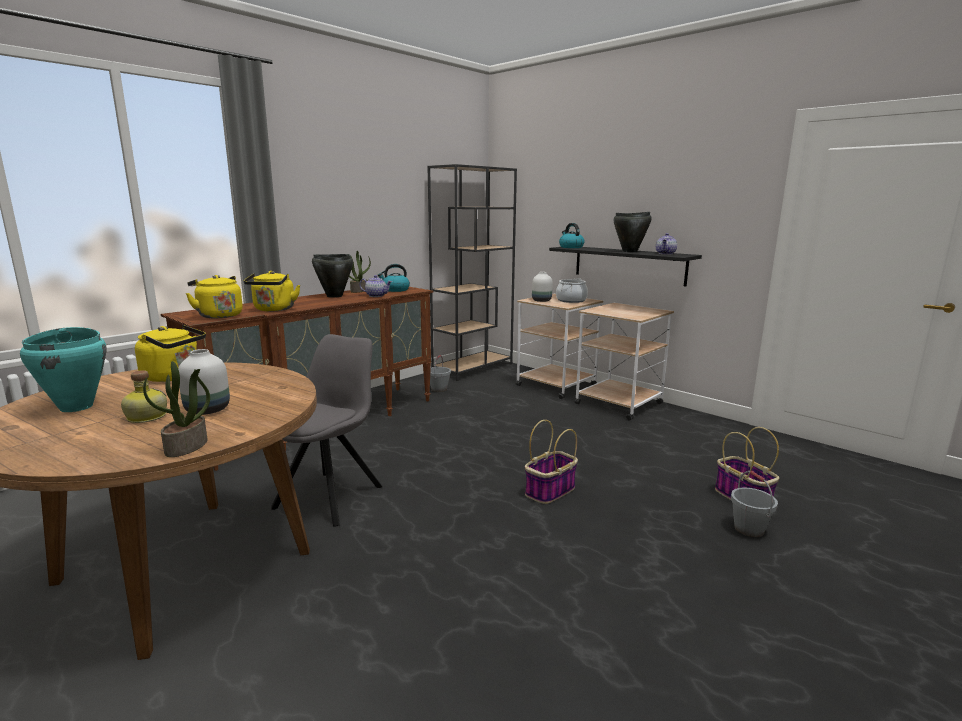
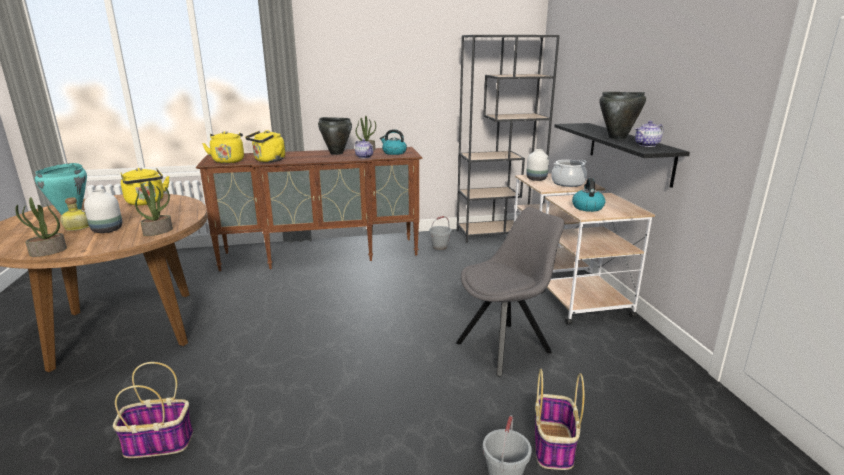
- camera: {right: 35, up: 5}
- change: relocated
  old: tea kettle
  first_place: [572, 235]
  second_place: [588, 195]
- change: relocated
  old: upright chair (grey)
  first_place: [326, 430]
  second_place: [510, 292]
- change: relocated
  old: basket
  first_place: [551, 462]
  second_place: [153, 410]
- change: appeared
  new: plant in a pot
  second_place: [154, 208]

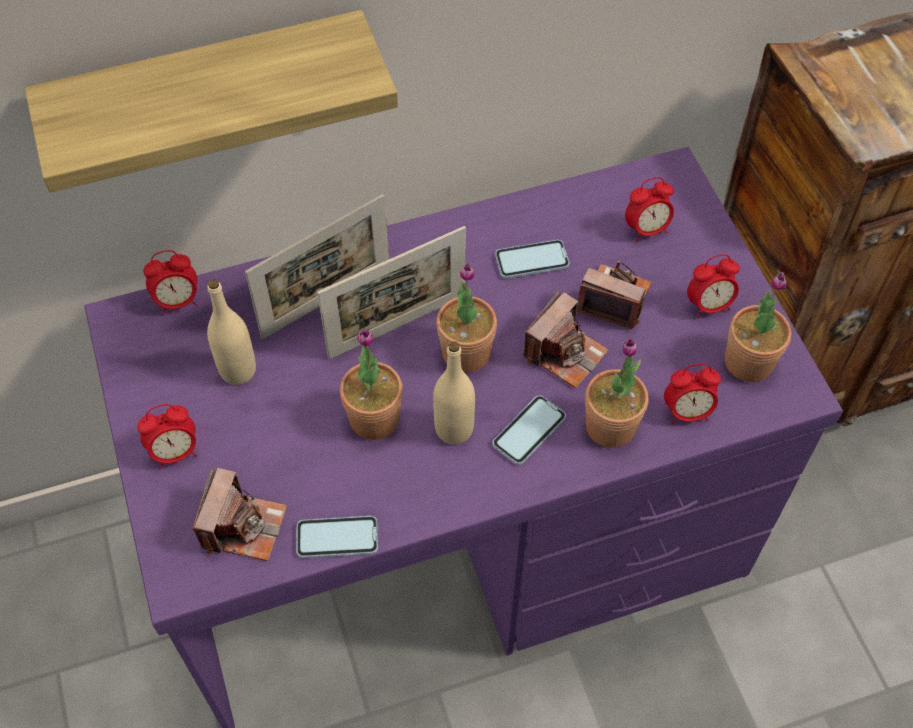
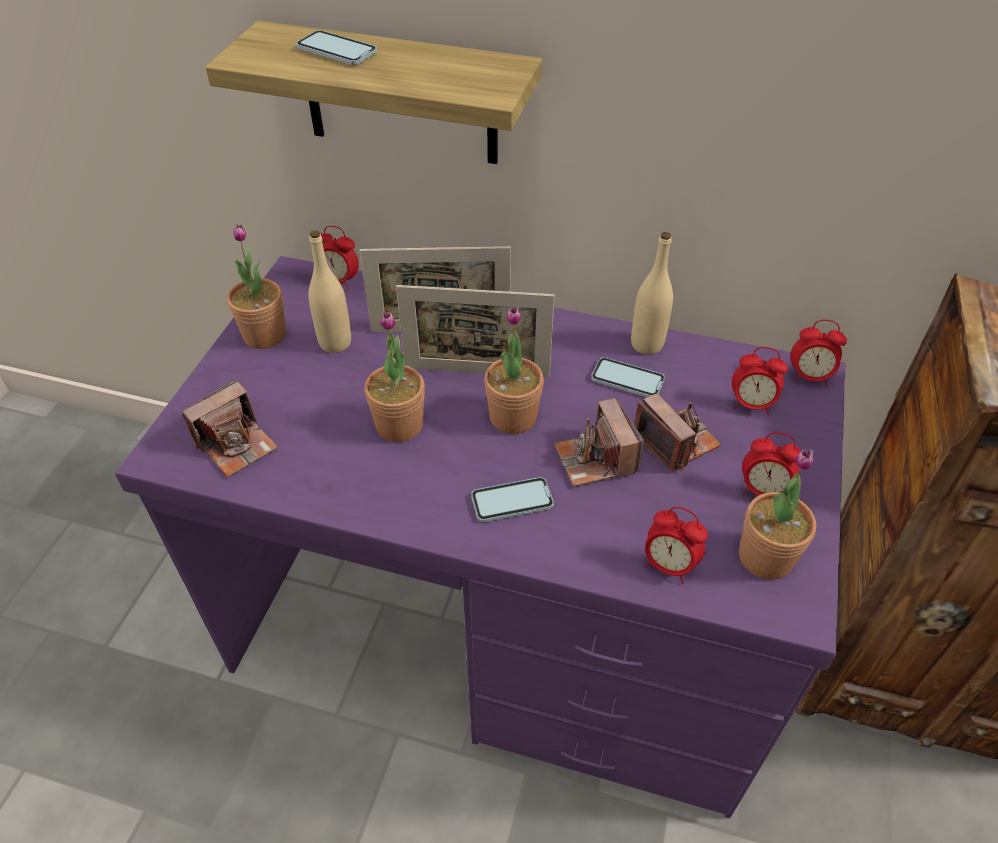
- camera: {right: 35, up: -10}
- change: spun
  old: photo camera
  first_place: [566, 339]
  second_place: [599, 442]
  degrees: 90
- change: relocated
  old: plant in a pot
  first_place: [616, 393]
  second_place: [256, 286]
- change: relocated
  old: bottle (beige)
  first_place: [454, 393]
  second_place: [652, 293]
- change: relocated
  old: alarm clock
  first_place: [167, 436]
  second_place: [818, 353]
- change: relocated
  old: phone
  first_place: [337, 537]
  second_place: [336, 47]

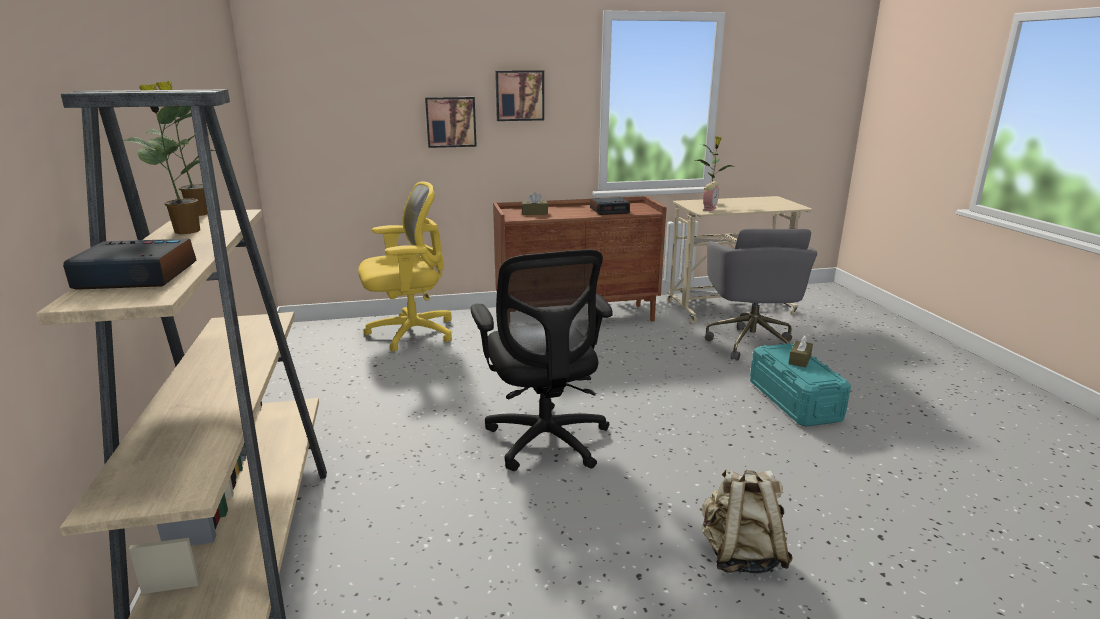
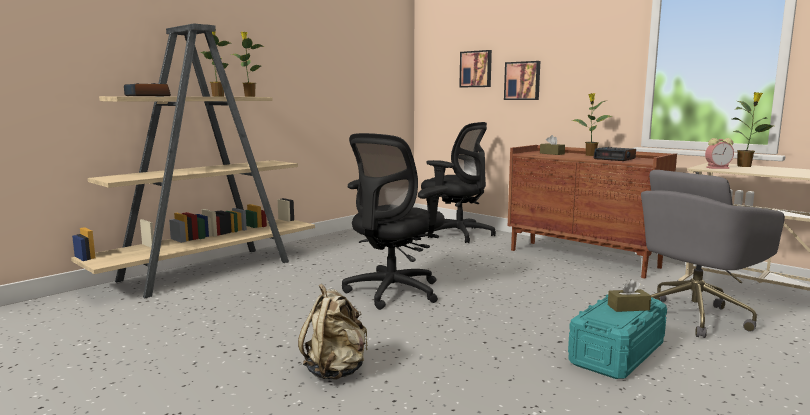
- camera: {right: 55, up: -10}
- change: relocated
  old: picture
  first_place: [519, 95]
  second_place: [475, 68]
- change: colour
  old: computer chair (yellowish)
  new: computer chair (blackish)
  first_place: [405, 266]
  second_place: [458, 182]
- change: appeared
  new: plant in a pot
  second_place: [592, 124]

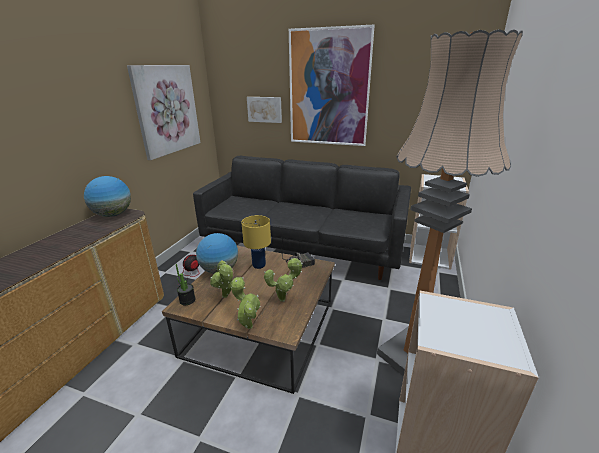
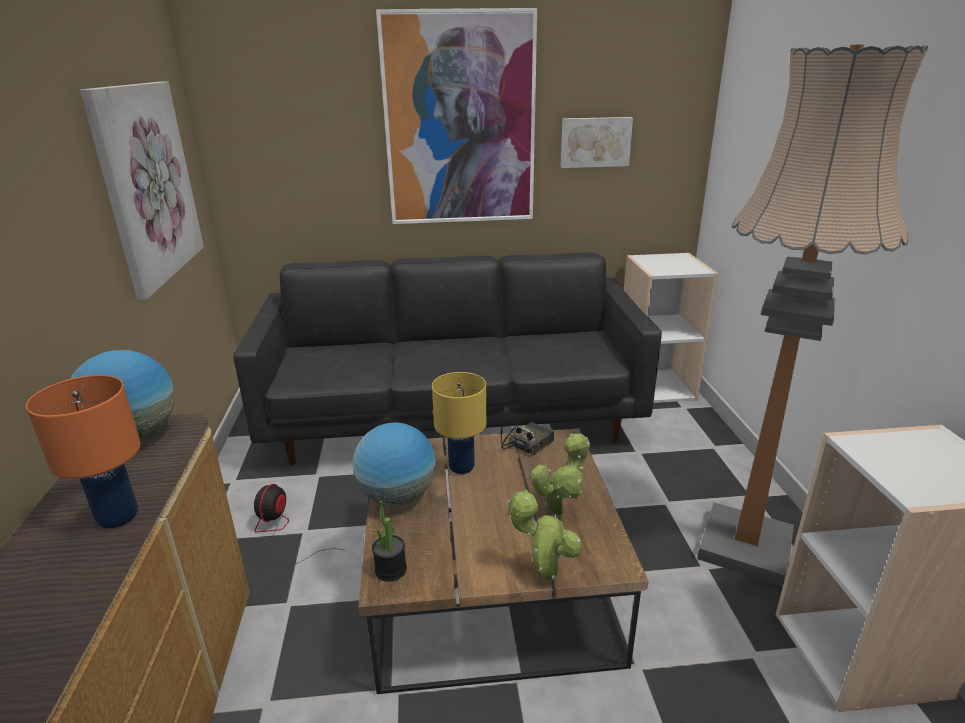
- camera: {right: -25, up: 0}
- change: relocated
  old: picture
  first_place: [264, 110]
  second_place: [597, 142]
- change: missing
  old: plant in a pot
  first_place: [221, 279]
- change: appeared
  new: tabletop lamp (orange-coloured)
  second_place: [83, 452]

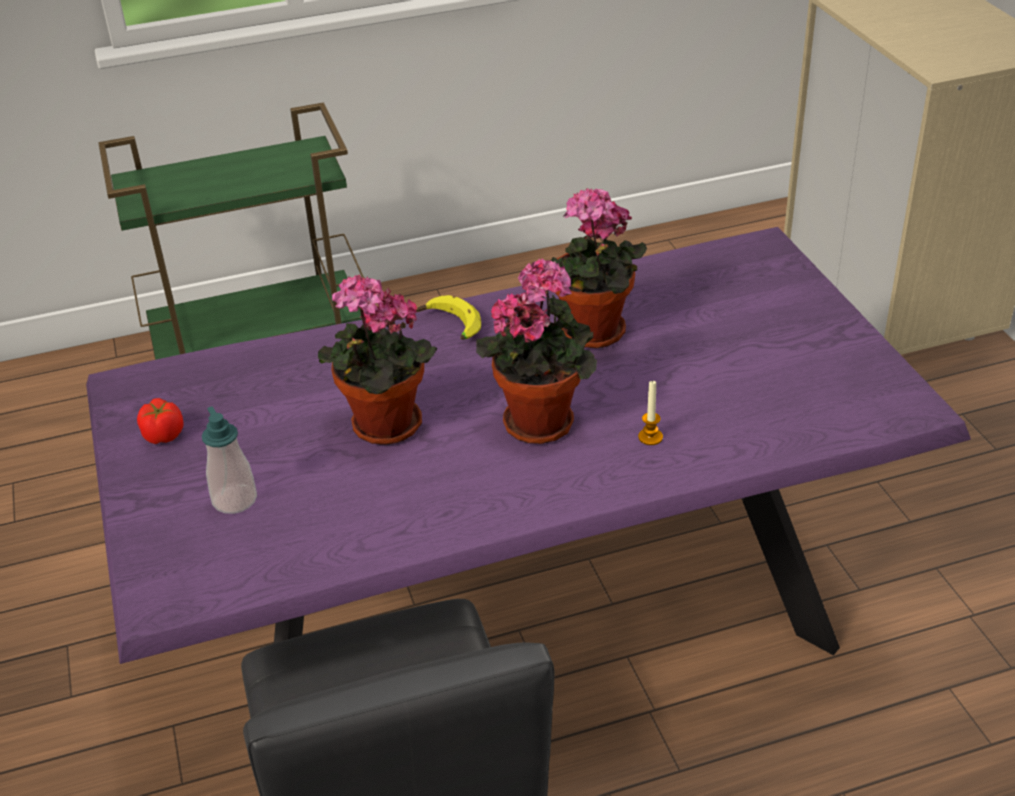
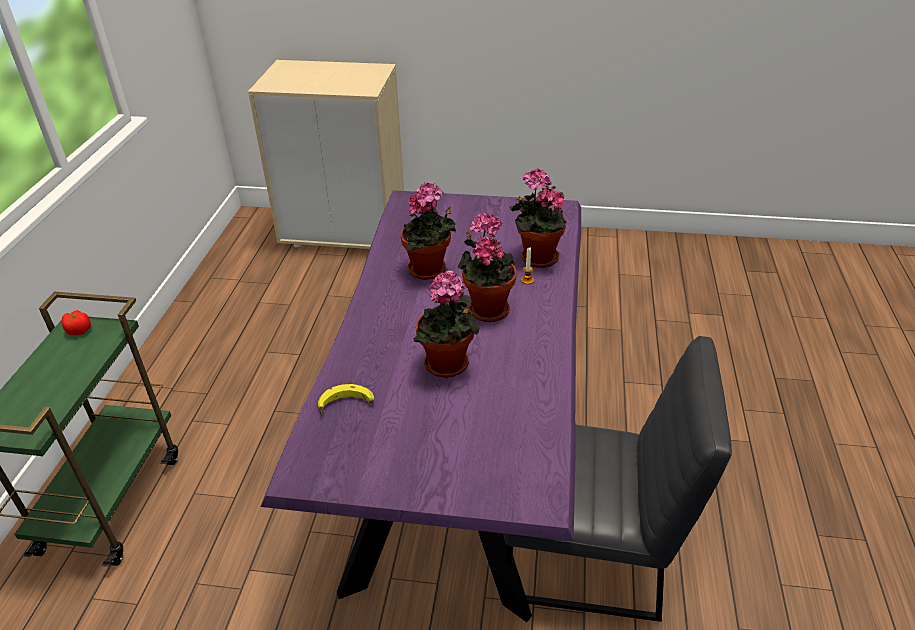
- camera: {right: -65, up: 0}
- change: relocated
  old: banana fruit
  first_place: [448, 317]
  second_place: [346, 400]
- change: relocated
  old: fresh tomato
  first_place: [160, 421]
  second_place: [76, 323]
- change: missing
  old: soap bottle
  first_place: [229, 460]
- change: appeared
  new: plant in a pot
  second_place: [538, 218]

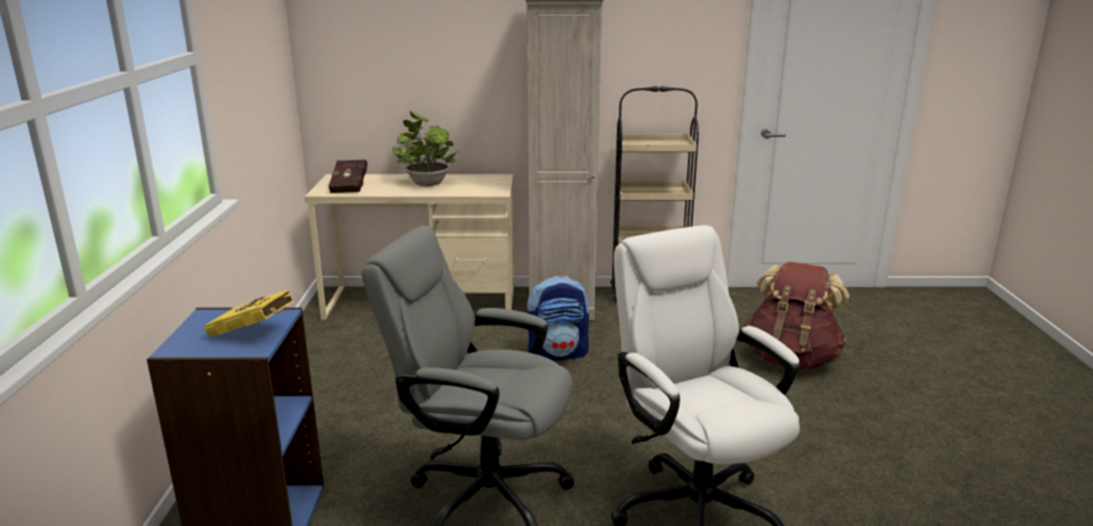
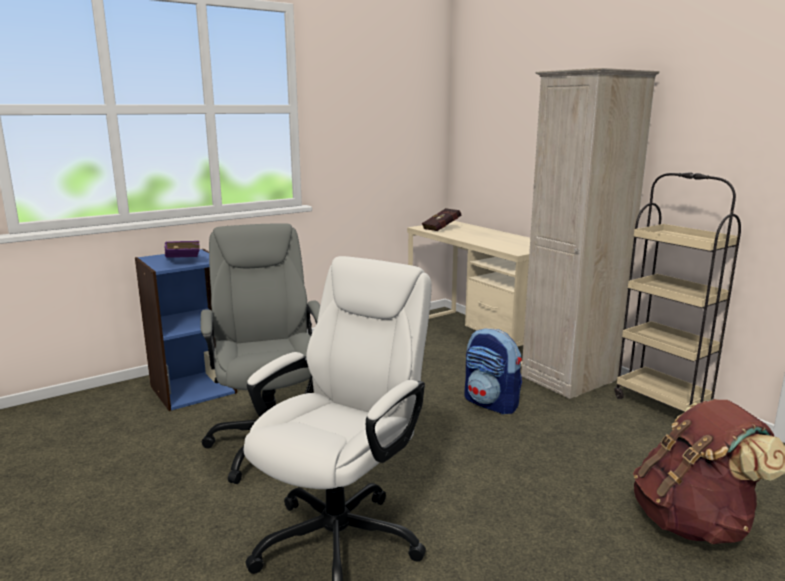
- camera: {right: 55, up: -5}
- change: missing
  old: plant in a pot
  first_place: [425, 148]
- change: colour
  old: book (yellowish)
  new: book (purple)
  first_place: [248, 313]
  second_place: [182, 249]

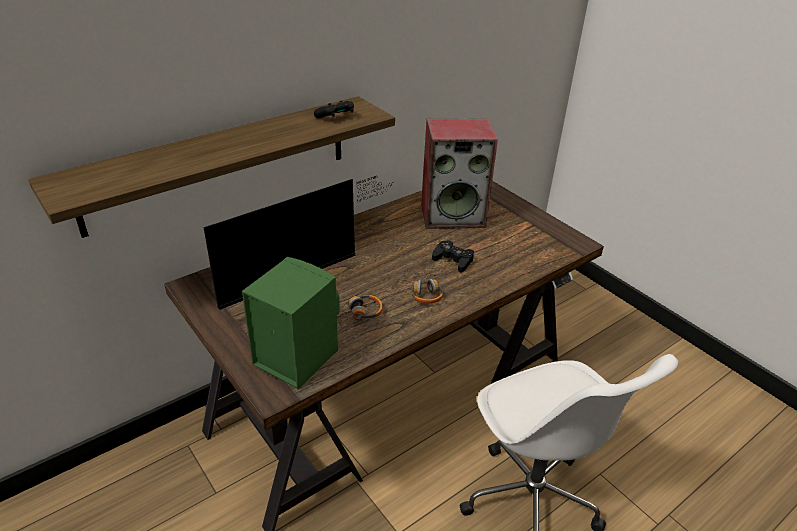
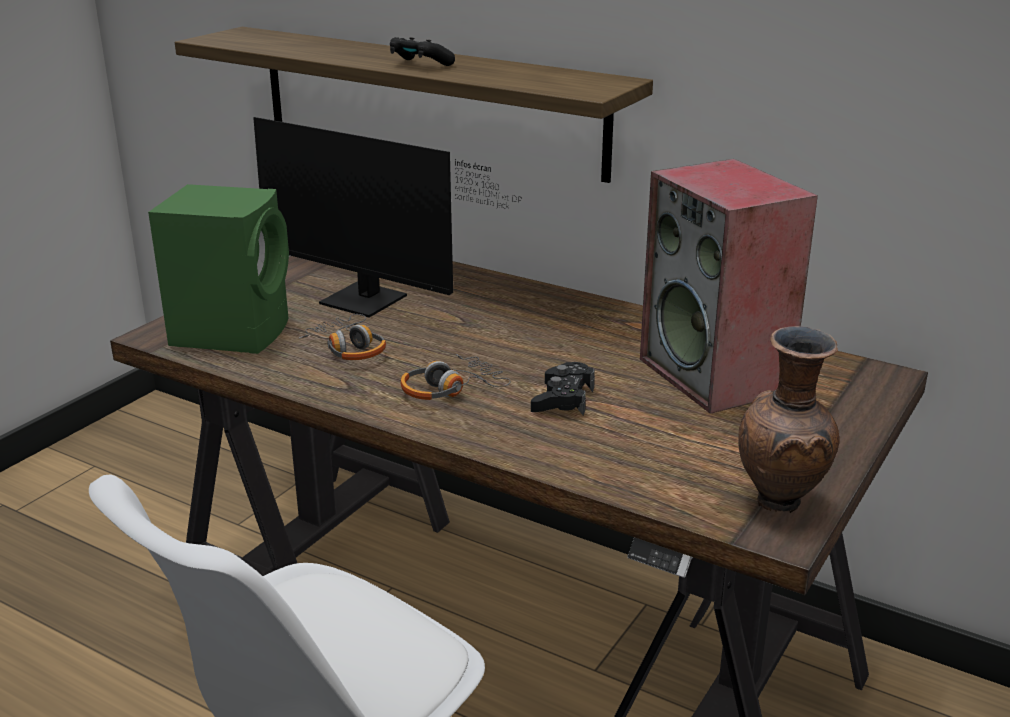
- camera: {right: 70, up: -10}
- change: relocated
  old: joypad (blackish)
  first_place: [334, 109]
  second_place: [422, 51]
- change: appeared
  new: vase (brownish)
  second_place: [788, 419]

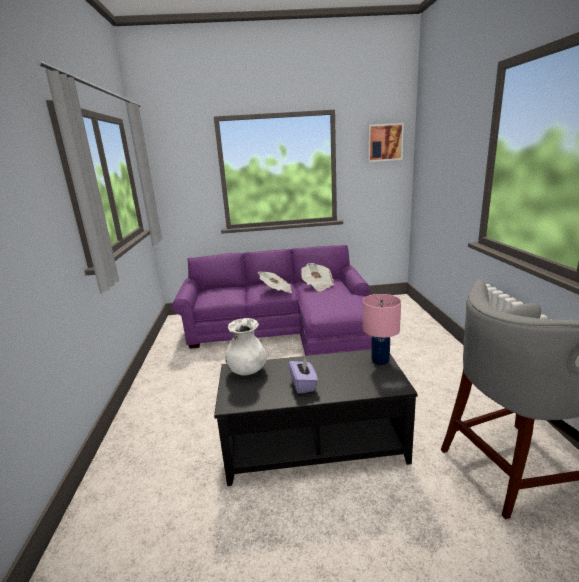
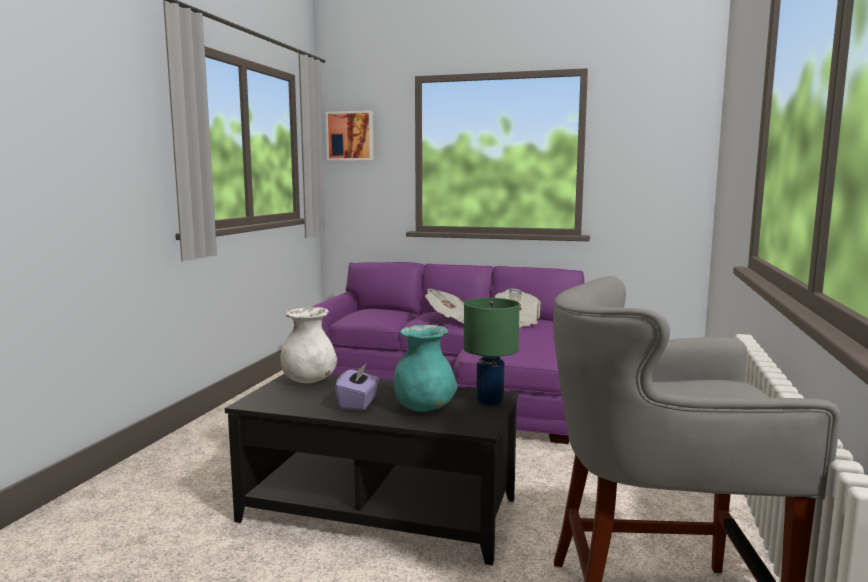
- camera: {right: 20, up: -10}
- change: relocated
  old: picture
  first_place: [385, 142]
  second_place: [350, 135]
- change: colour
  old: tabletop lamp (pink-coloured)
  new: tabletop lamp (green-coloured)
  first_place: [382, 329]
  second_place: [492, 352]
- change: appeared
  new: vase (turquoise)
  second_place: [426, 368]

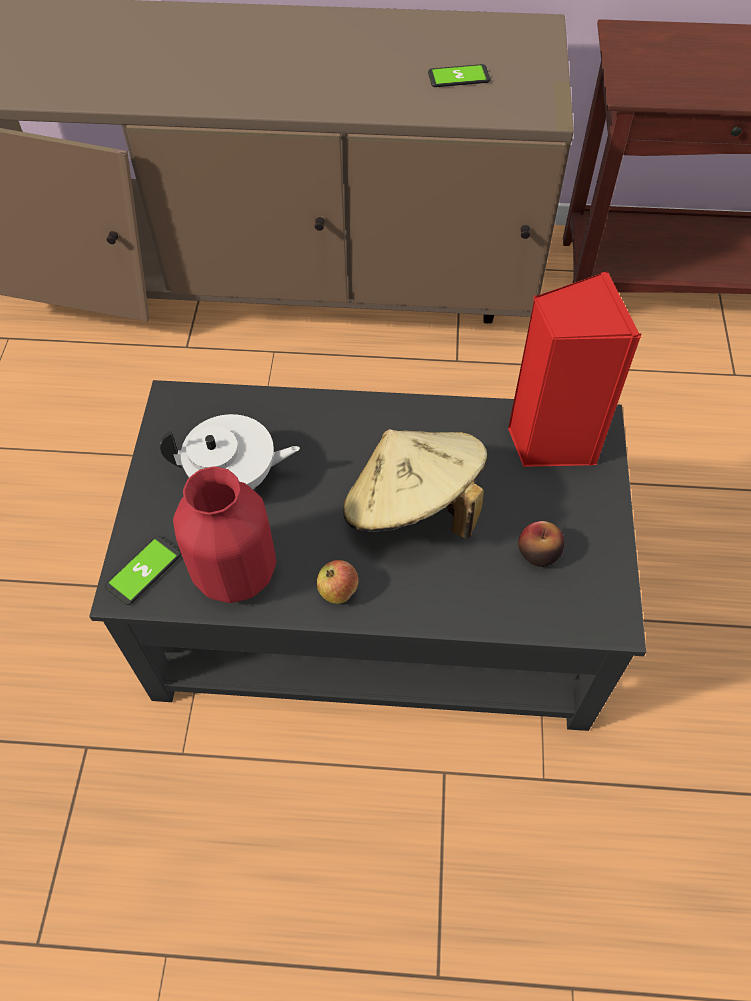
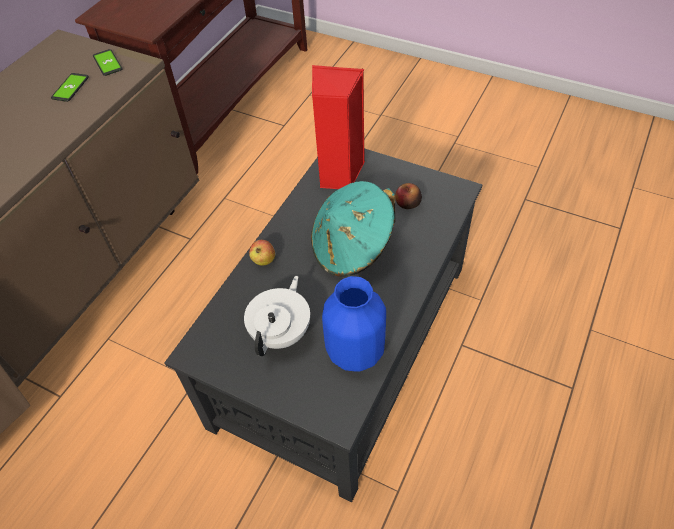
- camera: {right: -65, up: -5}
- change: colour
  old: hat (beige)
  new: hat (turquoise)
  first_place: [415, 484]
  second_place: [353, 229]
- change: colour
  old: vase (red-coloured)
  new: vase (bluish)
  first_place: [224, 535]
  second_place: [354, 324]
- change: relocated
  old: phone
  first_place: [143, 570]
  second_place: [107, 62]
- change: relocated
  old: apple
  first_place: [338, 582]
  second_place: [262, 253]

